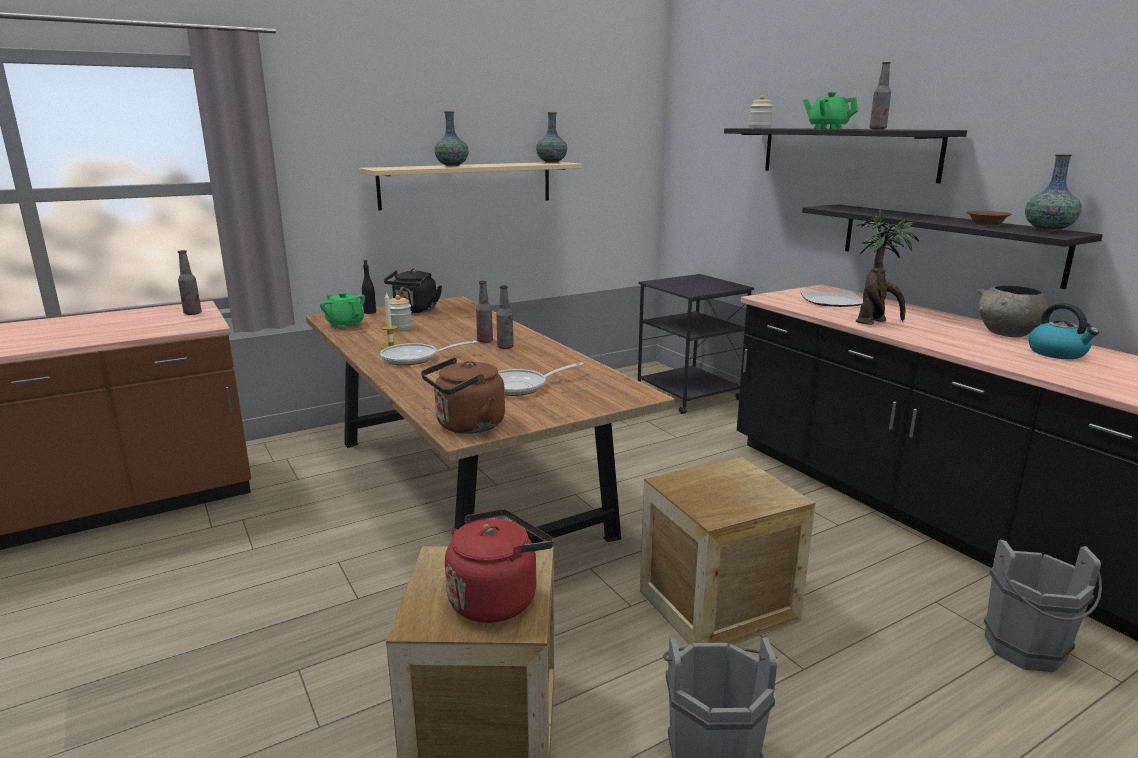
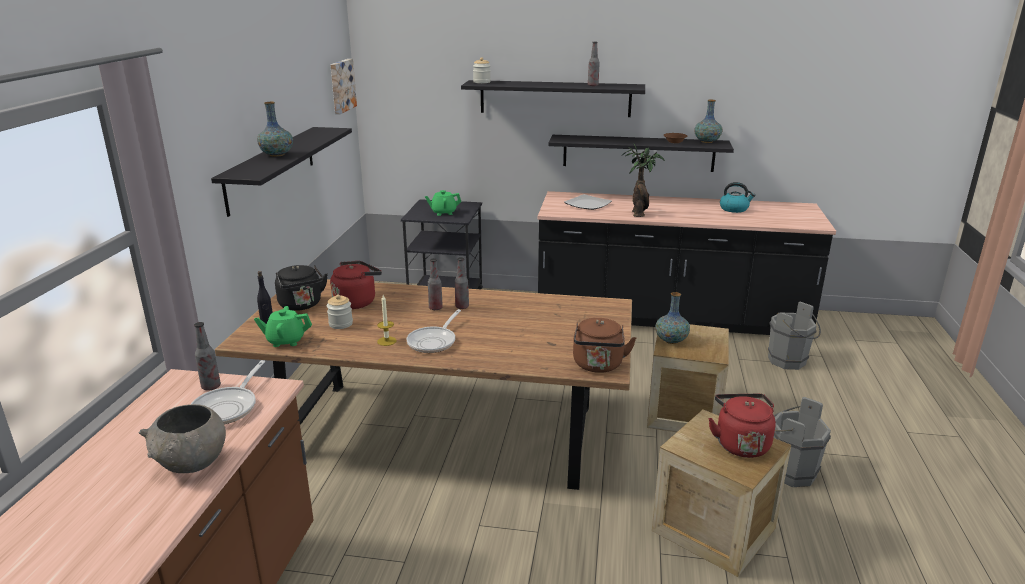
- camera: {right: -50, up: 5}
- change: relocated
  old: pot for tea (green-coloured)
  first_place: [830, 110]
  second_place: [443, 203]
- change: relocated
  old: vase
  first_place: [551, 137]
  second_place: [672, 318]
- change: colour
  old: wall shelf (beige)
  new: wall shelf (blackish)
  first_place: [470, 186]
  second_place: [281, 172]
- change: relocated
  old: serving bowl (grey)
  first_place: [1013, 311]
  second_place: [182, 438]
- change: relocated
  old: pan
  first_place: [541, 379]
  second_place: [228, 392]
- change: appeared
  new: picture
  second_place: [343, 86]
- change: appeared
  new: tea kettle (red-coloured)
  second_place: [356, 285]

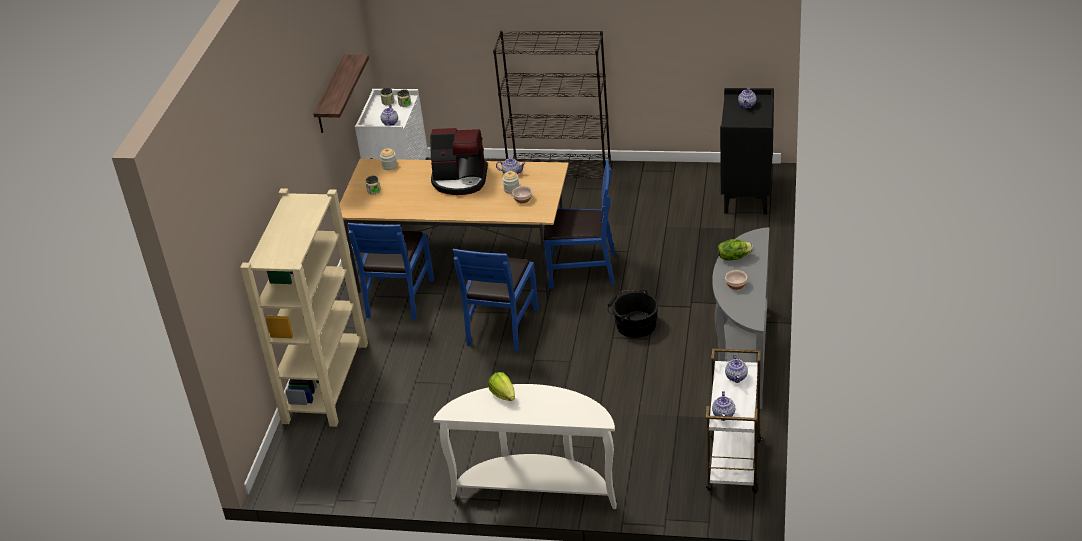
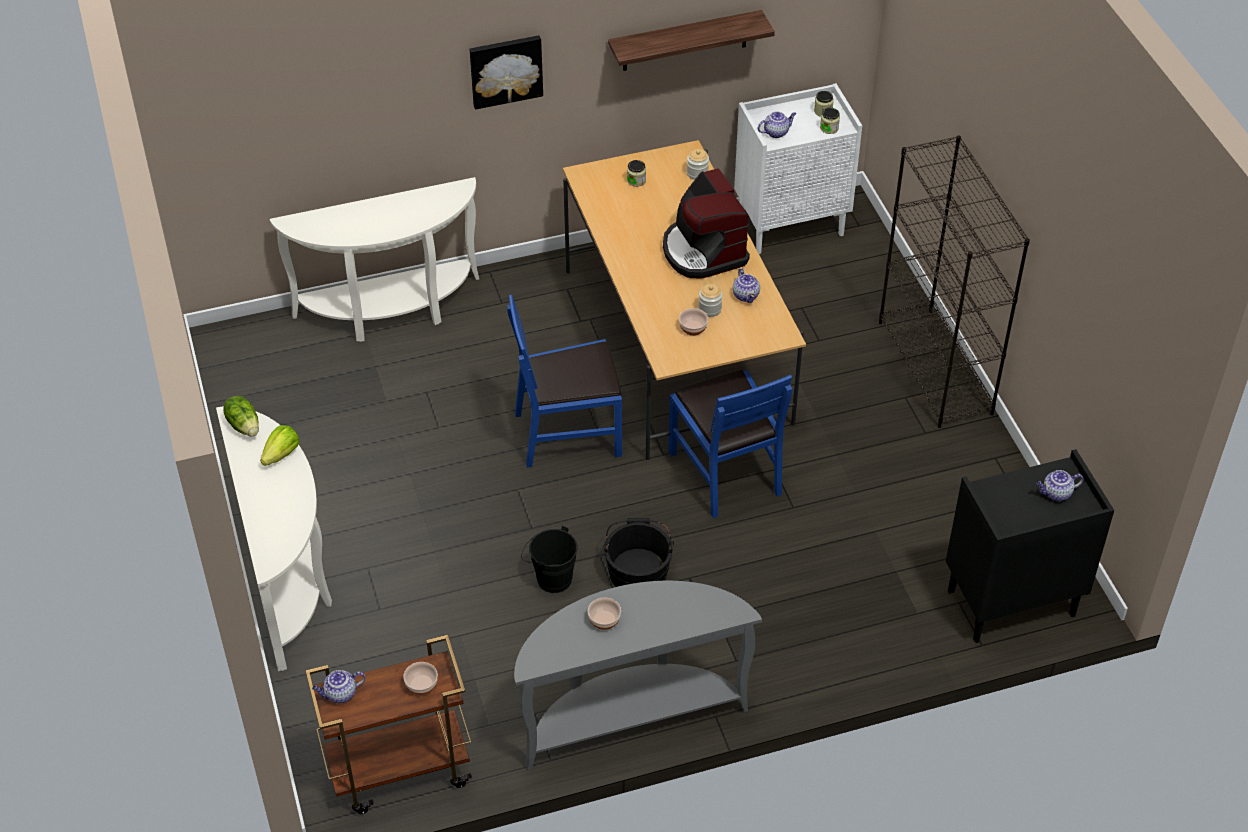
- camera: {right: 60, up: 10}
- change: exchanged
  old: bookshelf (beige)
  new: narrow table (white-coloured)
  first_place: [304, 307]
  second_place: [374, 259]
- change: missing
  old: upright chair (bluish)
  first_place: [390, 271]
- change: relocated
  old: head of lettuce
  first_place: [735, 250]
  second_place: [241, 416]
- change: colour
  old: trolley (white-coloured)
  new: trolley (brownish)
  first_place: [734, 420]
  second_place: [388, 724]
- change: exchanged
  old: pot for tea
  new: serving bowl
  first_place: [736, 368]
  second_place: [420, 678]
- change: appeared
  new: picture
  second_place: [506, 72]
- change: appeared
  new: bucket (blackish)
  second_place: [549, 559]

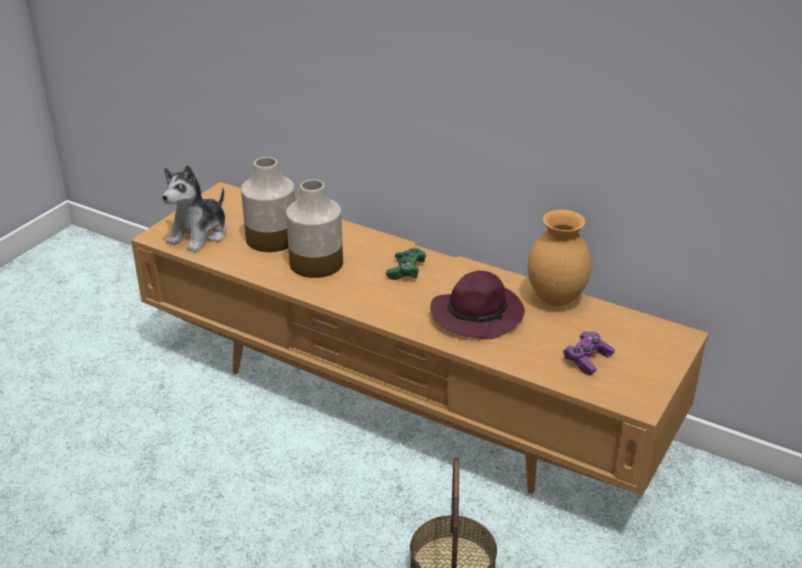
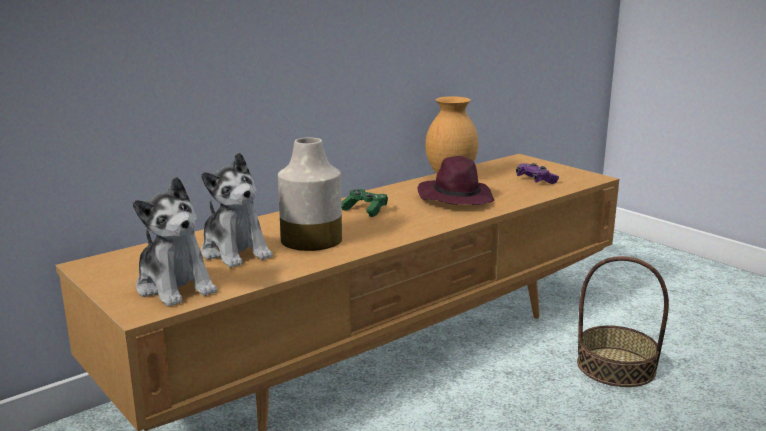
- camera: {right: -70, up: -15}
- change: exchanged
  old: vase (beige)
  new: soft toy
  first_place: [268, 204]
  second_place: [237, 210]

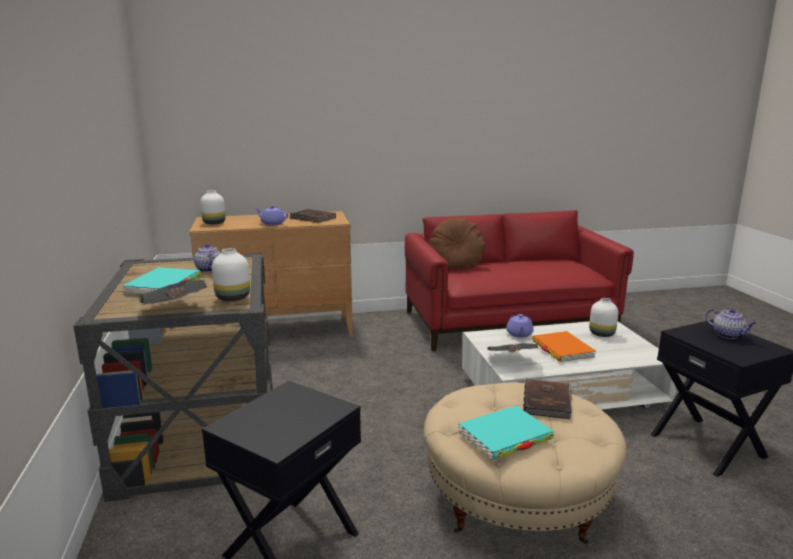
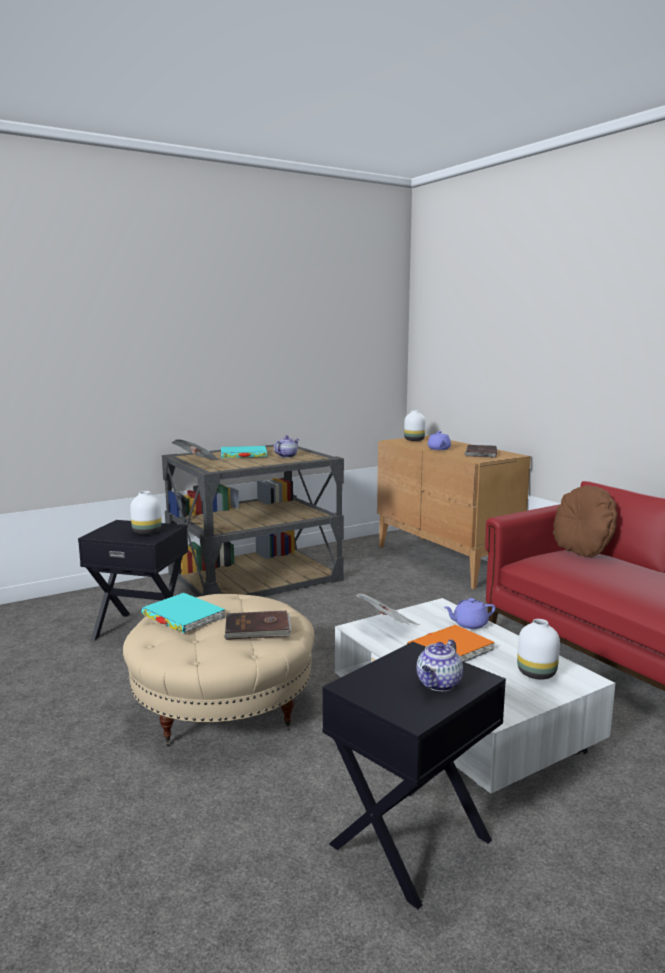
- camera: {right: 70, up: -5}
- change: relocated
  old: vase (white-coloured)
  first_place: [231, 274]
  second_place: [146, 513]

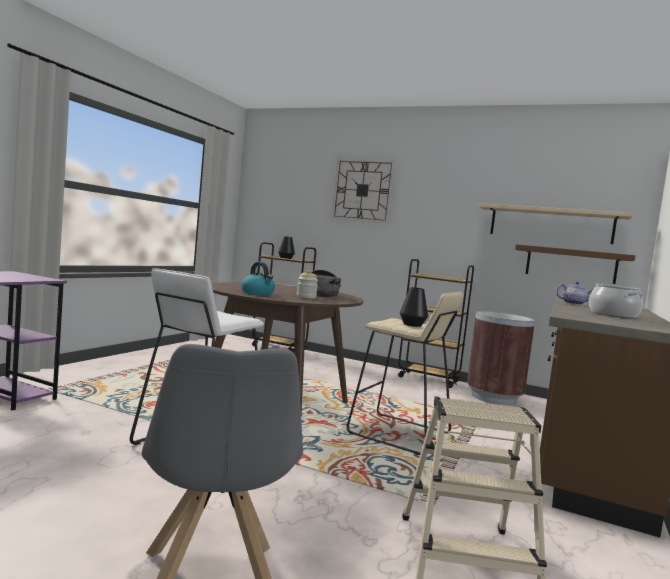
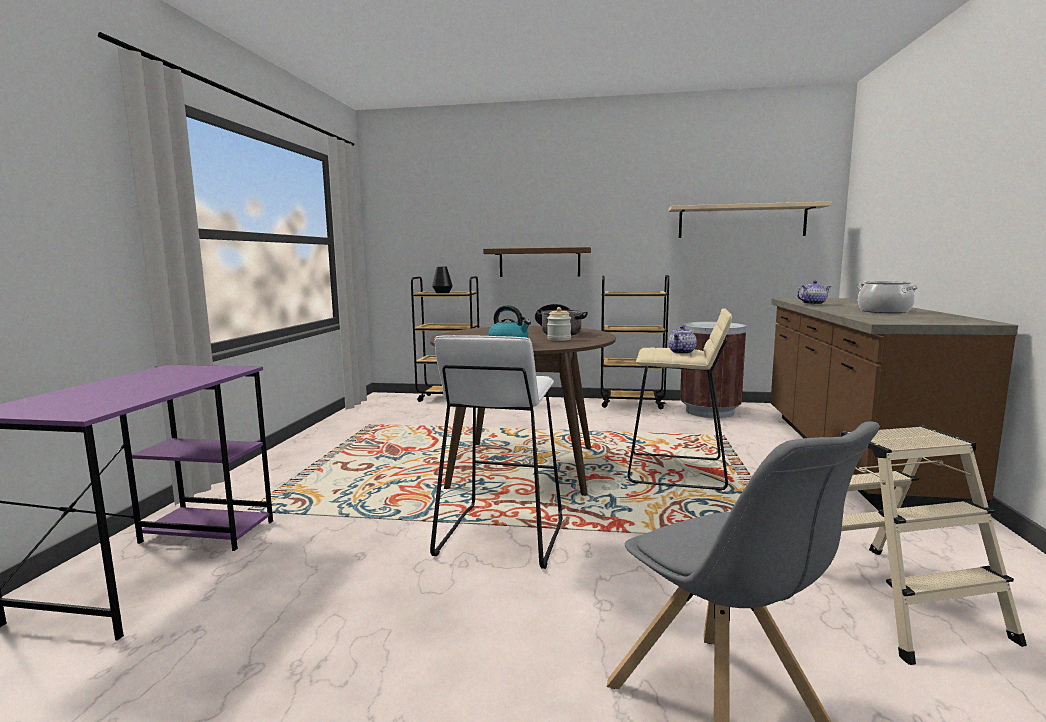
- camera: {right: -15, up: 5}
- change: missing
  old: hanging clock
  first_place: [363, 191]
- change: relocated
  old: wall shelf (brownish)
  first_place: [575, 264]
  second_place: [537, 262]
- change: exchanged
  old: vase (blackish)
  new: pot for tea
  first_place: [414, 307]
  second_place: [682, 340]

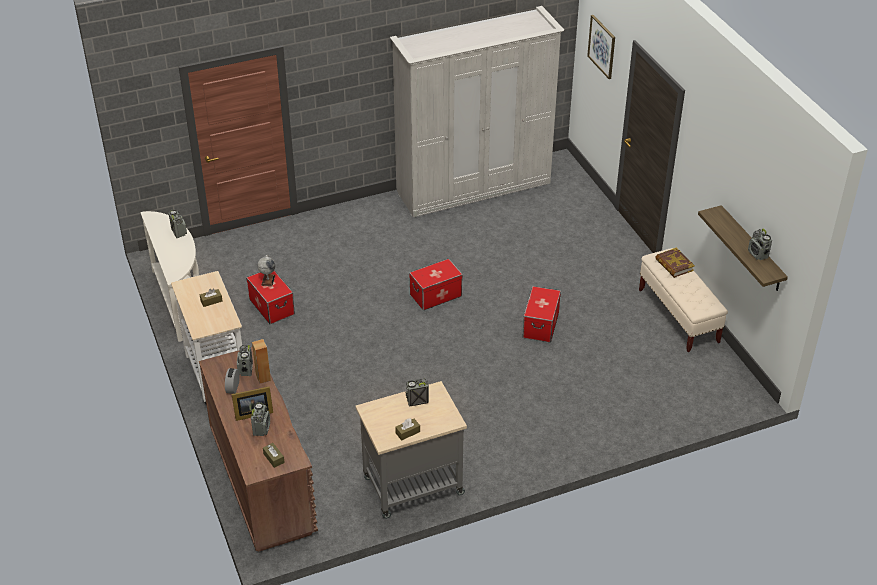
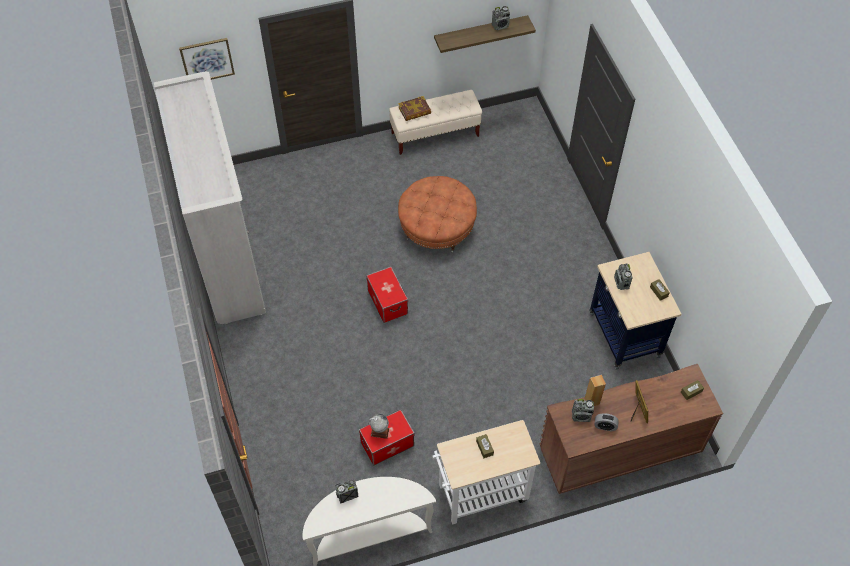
- camera: {right: -85, up: 15}
- change: exchanged
  old: storage box
  new: pouffe (brownish)
  first_place: [542, 314]
  second_place: [437, 214]
- change: colour
  old: trolley (grey)
  new: trolley (bluish)
  first_place: [411, 450]
  second_place: [635, 311]
- change: missing
  old: radio receiver
  first_place: [260, 419]

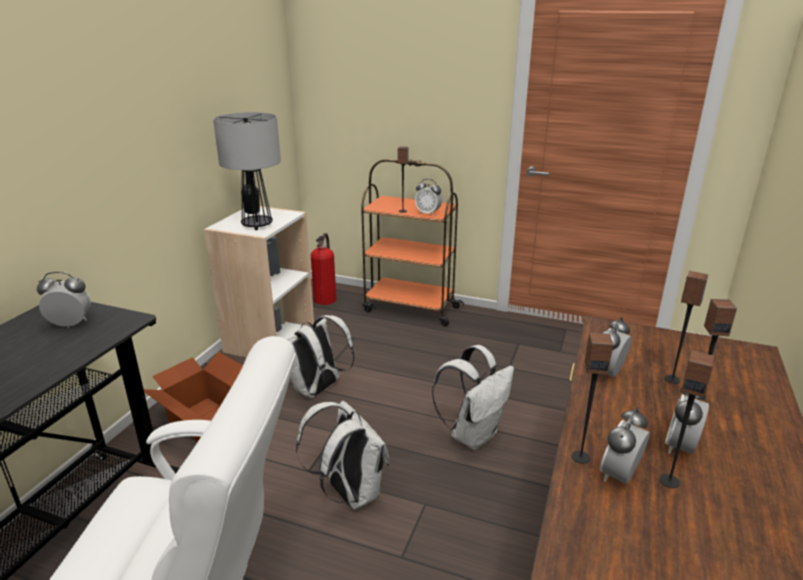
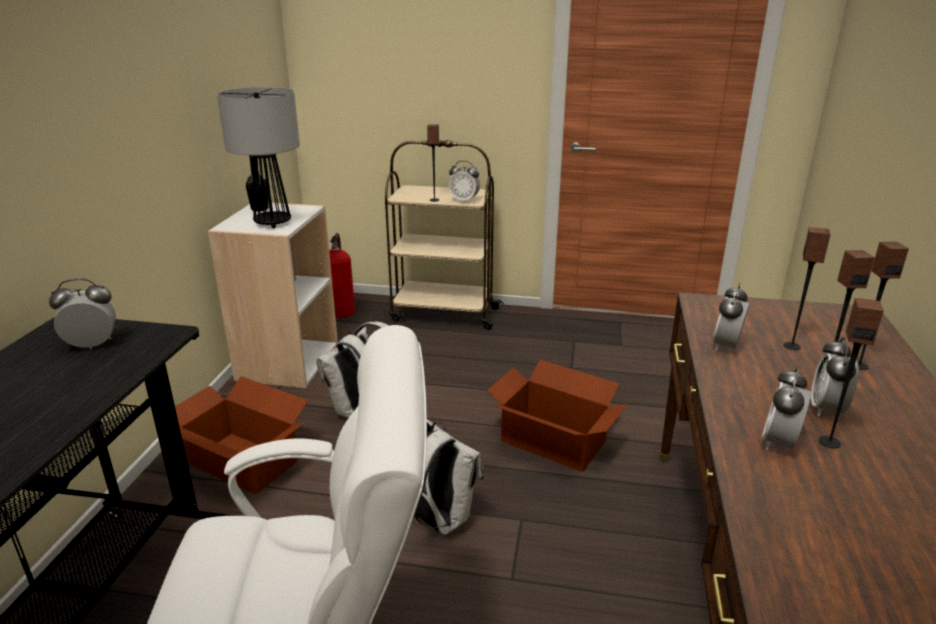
- camera: {right: -10, up: 0}
- change: colour
  old: trolley (orange-coloured)
  new: trolley (beige)
  first_place: [412, 243]
  second_place: [444, 235]
- change: relocated
  old: speaker
  first_place: [592, 398]
  second_place: [883, 306]
- change: exchanged
  old: knapsack (white-coloured)
  new: carton
  first_place: [473, 397]
  second_place: [557, 415]

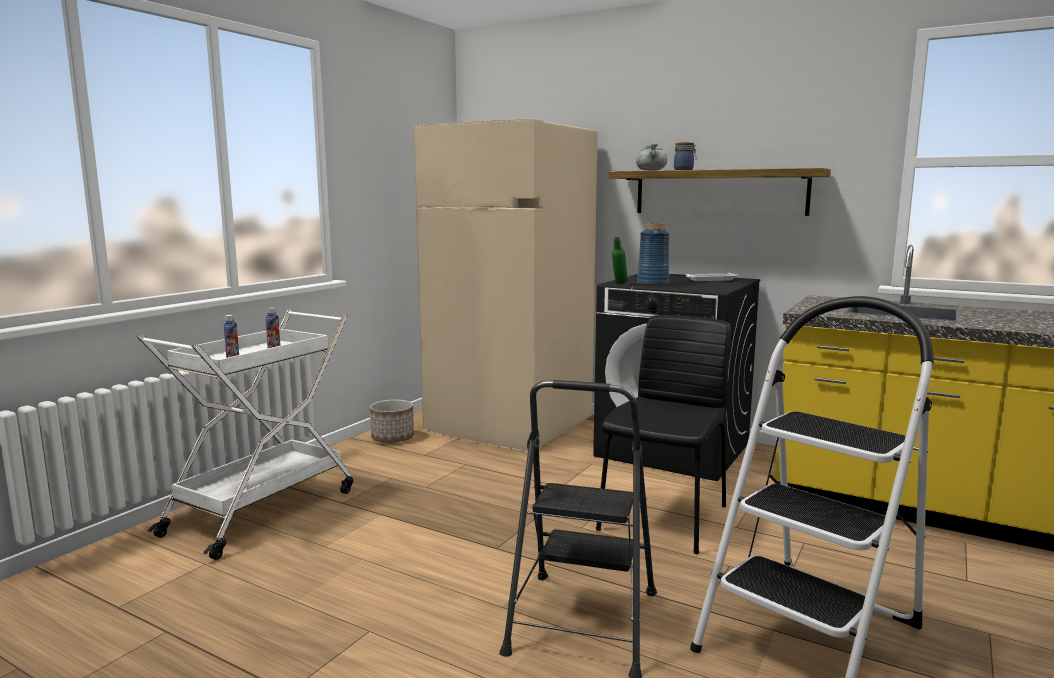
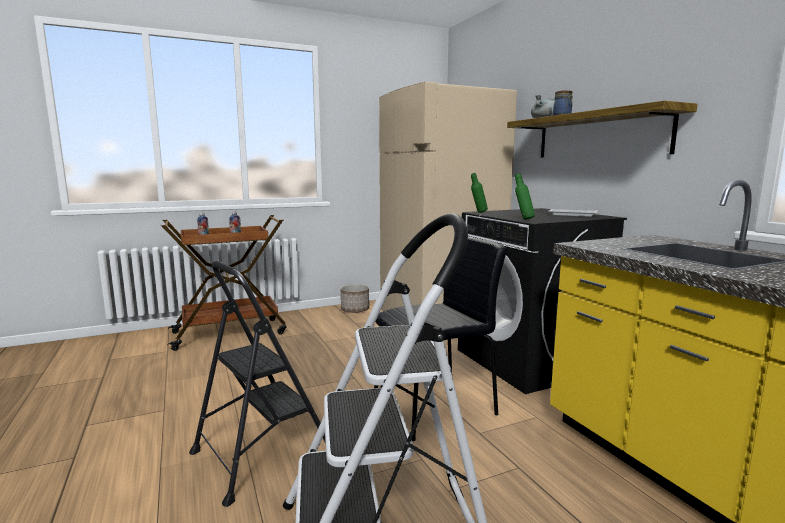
- camera: {right: 35, up: 0}
- change: missing
  old: vase (bluish)
  first_place: [653, 254]
- change: colour
  old: trolley (white-coloured)
  new: trolley (brownish)
  first_place: [245, 434]
  second_place: [224, 283]
- change: appeared
  new: bottle (green-coloured)
  second_place: [525, 197]

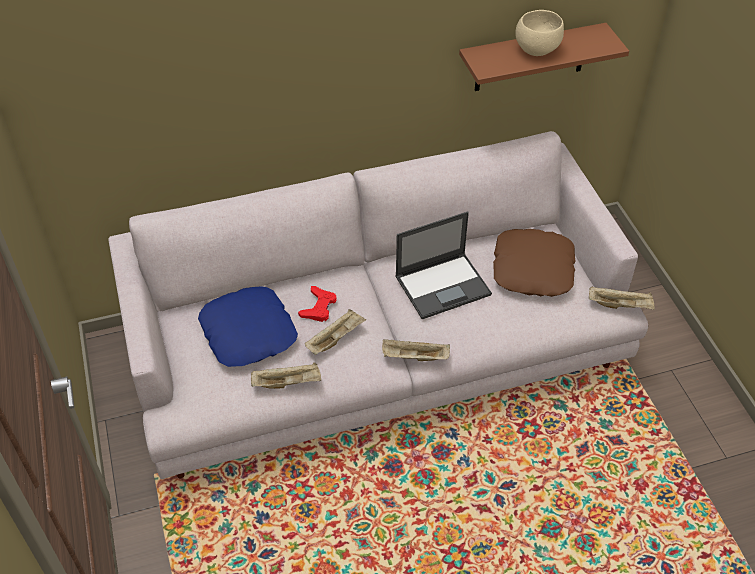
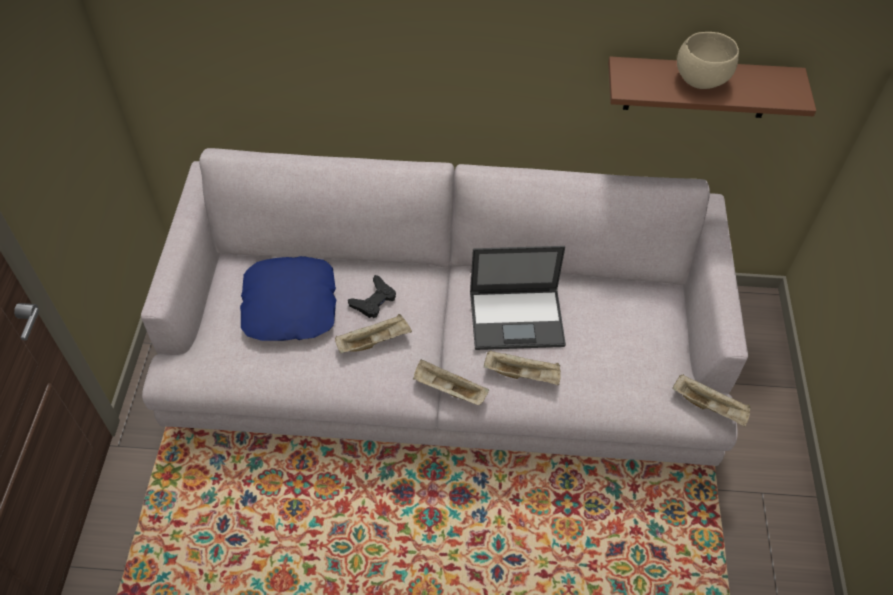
- camera: {right: 20, up: 5}
- change: missing
  old: cushion (brownish)
  first_place: [534, 263]
- change: colour
  old: joypad (red-coloured)
  new: joypad (blackish)
  first_place: [317, 304]
  second_place: [372, 296]
- change: relocated
  old: tray (beige)
  first_place: [286, 376]
  second_place: [522, 367]

